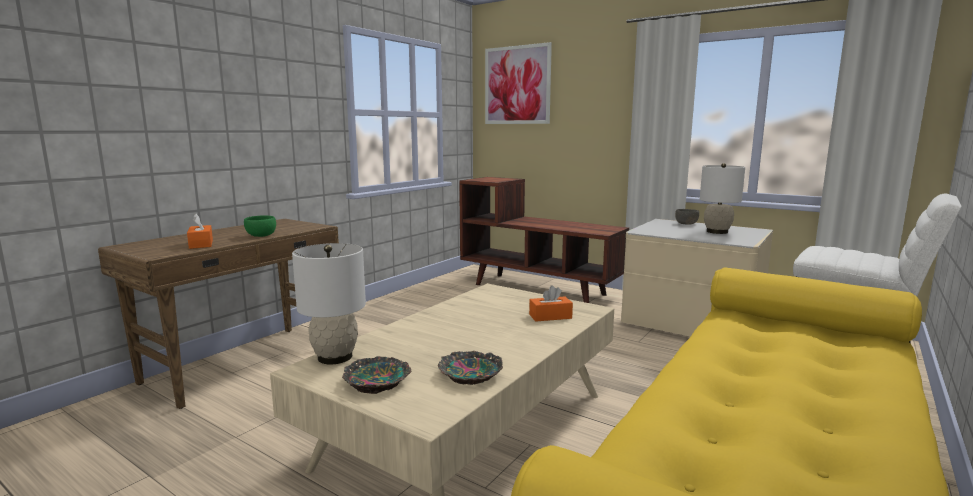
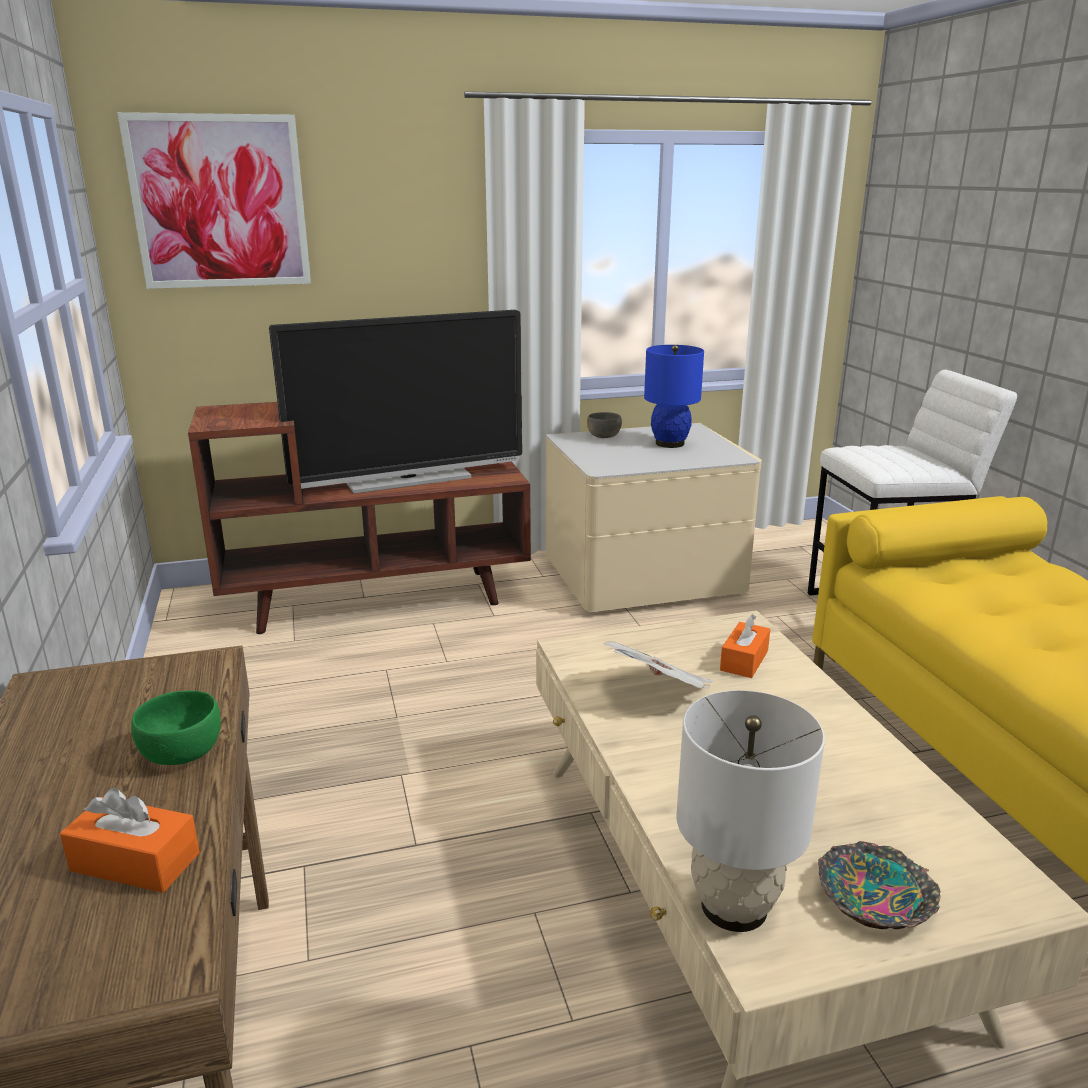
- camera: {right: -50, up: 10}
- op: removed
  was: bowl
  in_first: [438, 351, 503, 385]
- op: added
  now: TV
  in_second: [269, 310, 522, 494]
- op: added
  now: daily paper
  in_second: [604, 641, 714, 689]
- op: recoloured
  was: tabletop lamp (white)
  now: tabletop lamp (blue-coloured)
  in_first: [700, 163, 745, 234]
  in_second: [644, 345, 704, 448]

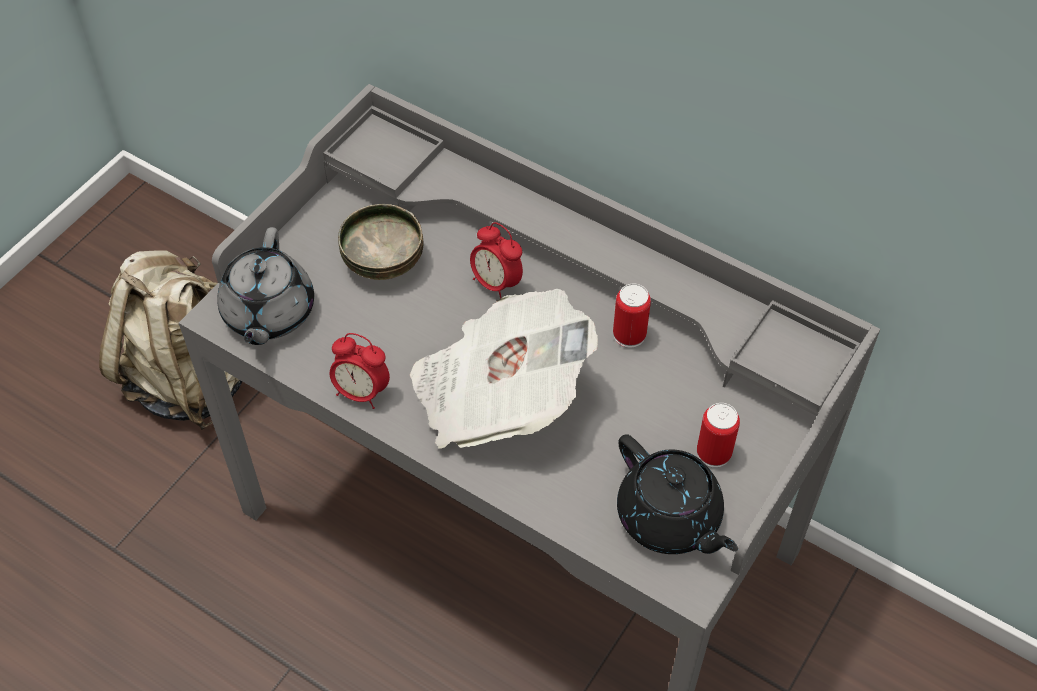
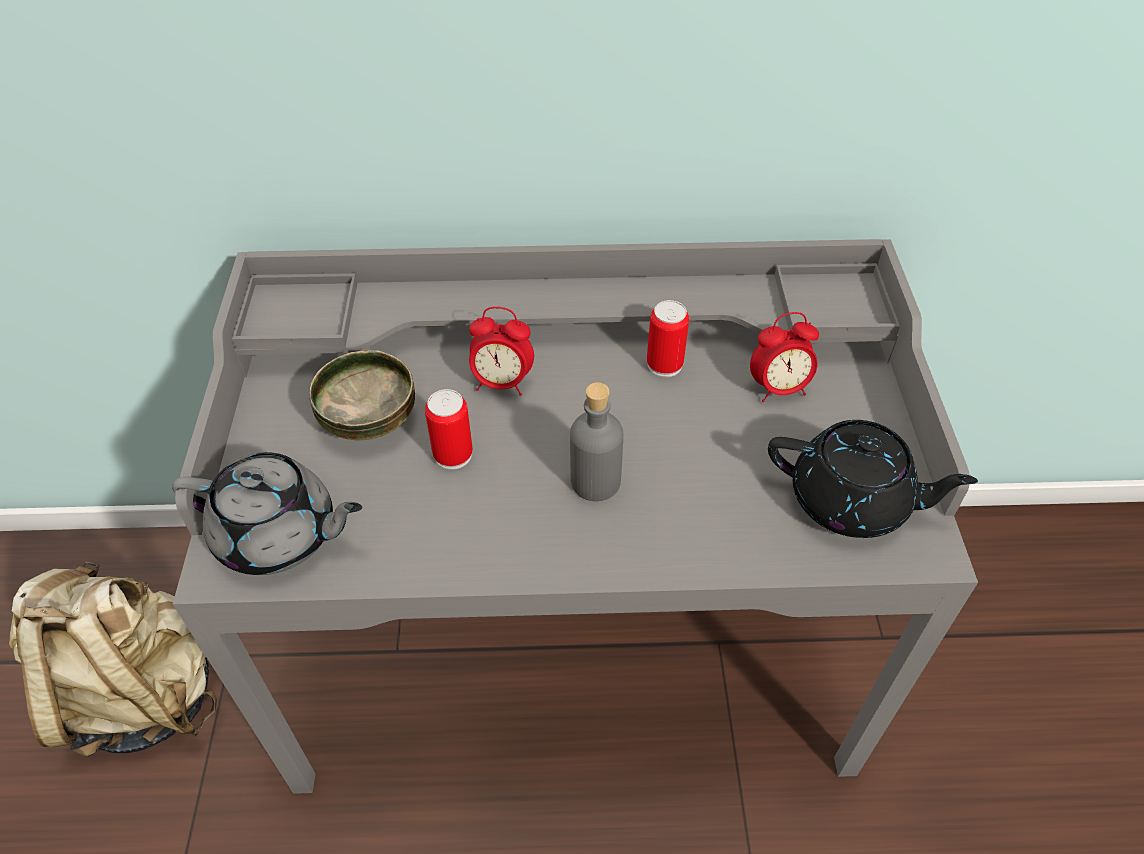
- camera: {right: -35, up: -5}
- op: moved
  was: alarm clock
  in_first: [330, 333, 390, 409]
  in_second: [750, 312, 819, 402]
- op: moved
  was: sealed can
  in_first: [697, 403, 740, 468]
  in_second: [425, 389, 473, 470]
- op: replaced
  was: daily paper
  now: beverage bottle (gray)
  in_first: [410, 289, 598, 449]
  in_second: [570, 382, 623, 501]
- op: turned
  was: pot for tea (gray)
  in_first: [217, 227, 314, 345]
  in_second: [172, 452, 362, 575]
  clockwise: -45

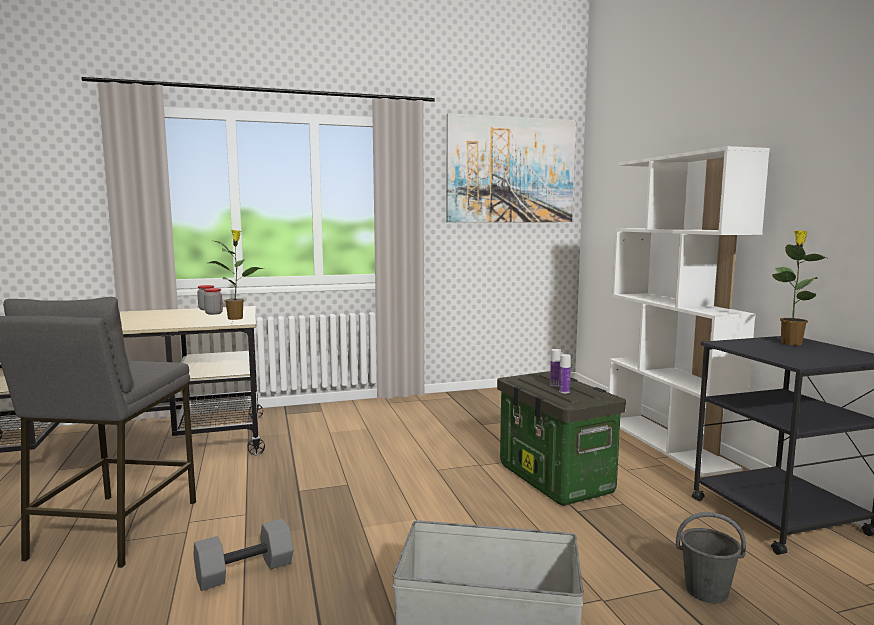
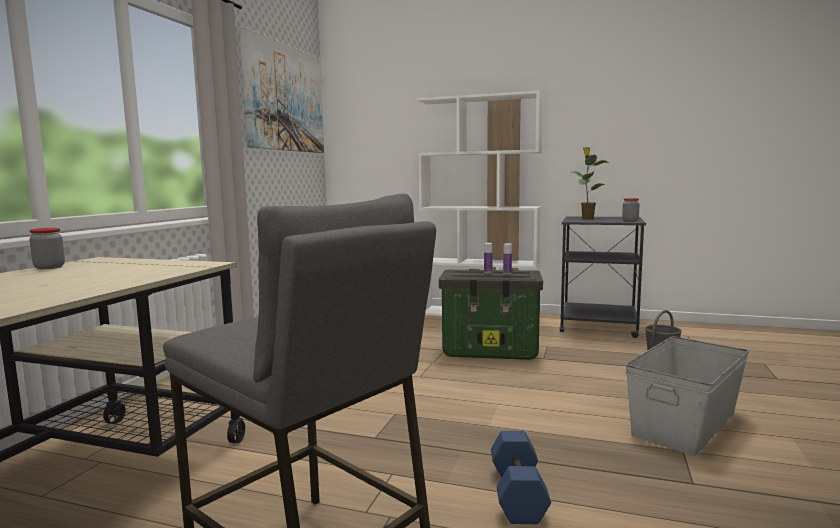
- camera: {right: -55, up: 0}
- op: removed
  was: houseplant
  in_first: [209, 230, 264, 320]
- op: moved
  was: jar
  in_first: [204, 288, 223, 315]
  in_second: [622, 198, 640, 222]
- op: recoloured
  was: hand weight (gray)
  now: hand weight (blue-coloured)
  in_first: [193, 519, 293, 591]
  in_second: [491, 431, 551, 524]

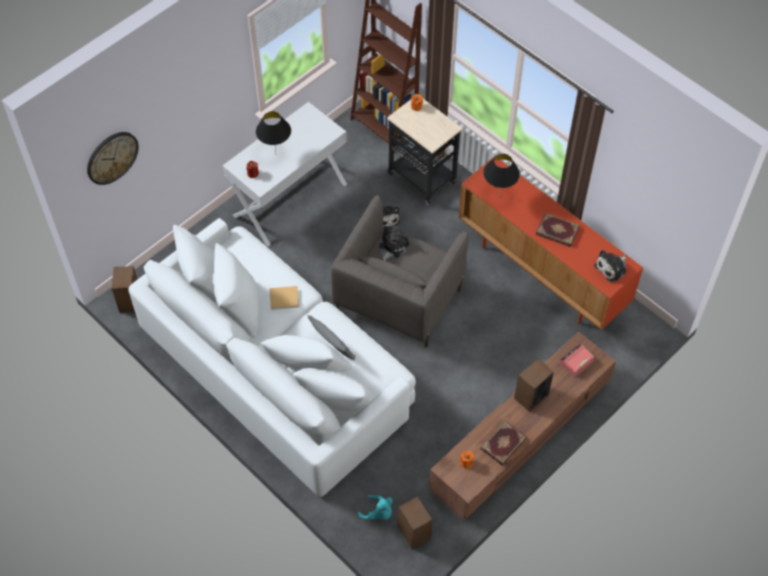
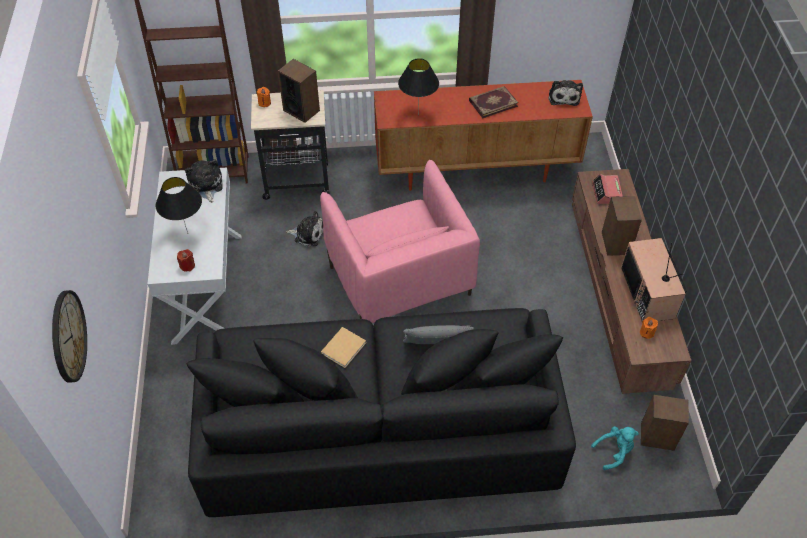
- camera: {right: -50, up: -5}
- op: moved
  was: loudspeaker
  in_first: [112, 266, 137, 313]
  in_second: [278, 59, 320, 123]
- op: moved
  was: cuddly toy
  in_first: [379, 226, 410, 260]
  in_second: [185, 159, 223, 203]
- op: replaced
  was: book
  now: TV
  in_first: [481, 420, 527, 465]
  in_second: [621, 238, 687, 321]
- op: recoloured
  was: sofa (white)
  now: sofa (black-coloured)
  in_first: [128, 218, 416, 497]
  in_second: [187, 308, 576, 517]
- op: recoloured
  was: lounge chair (gray)
  now: lounge chair (pink-coloured)
  in_first: [331, 195, 469, 347]
  in_second: [320, 160, 480, 323]

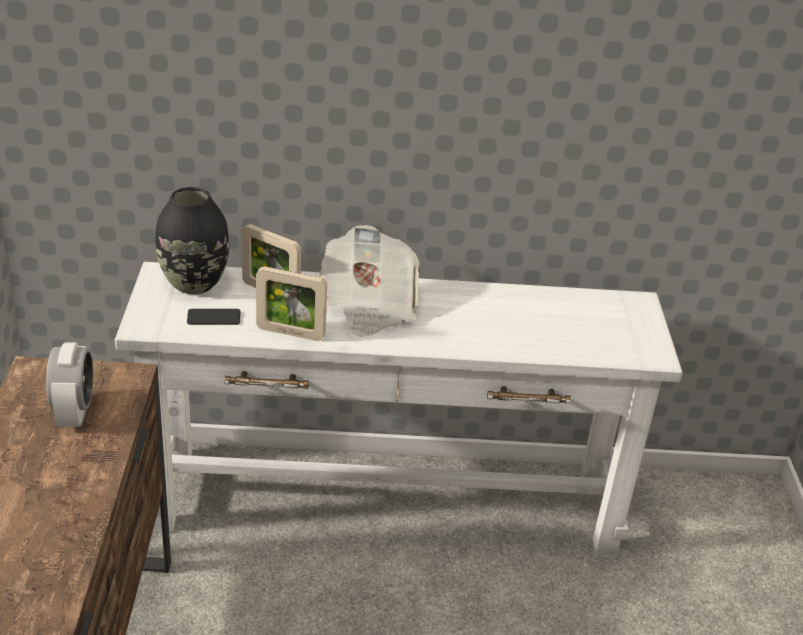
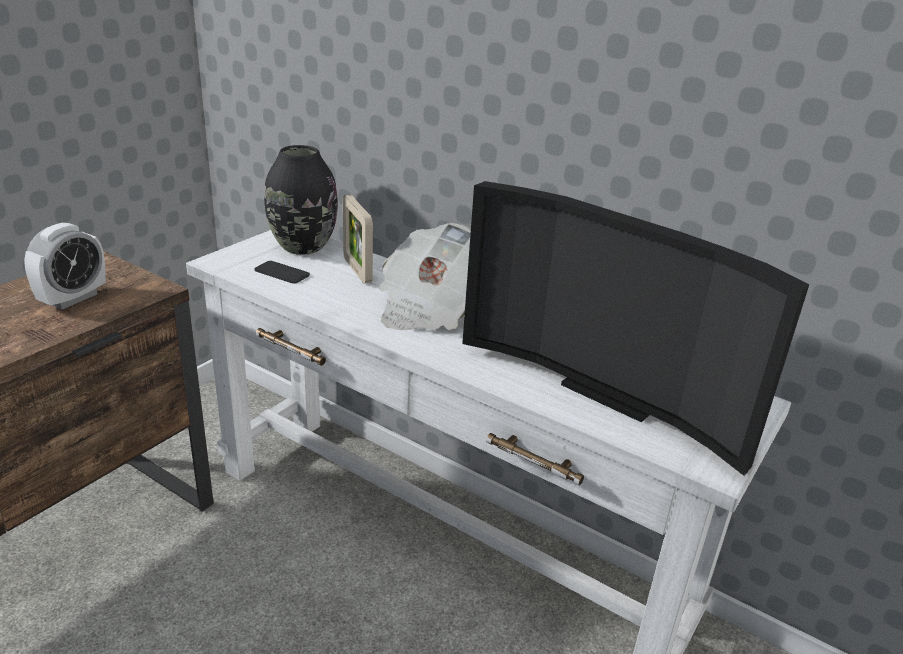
- camera: {right: 35, up: -5}
- op: removed
  was: picture frame
  in_first: [256, 267, 327, 341]
- op: added
  now: TV
  in_second: [462, 181, 809, 476]

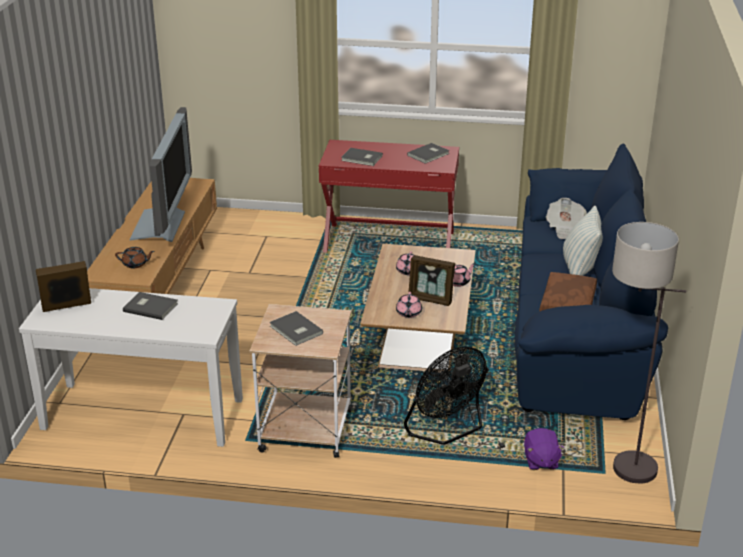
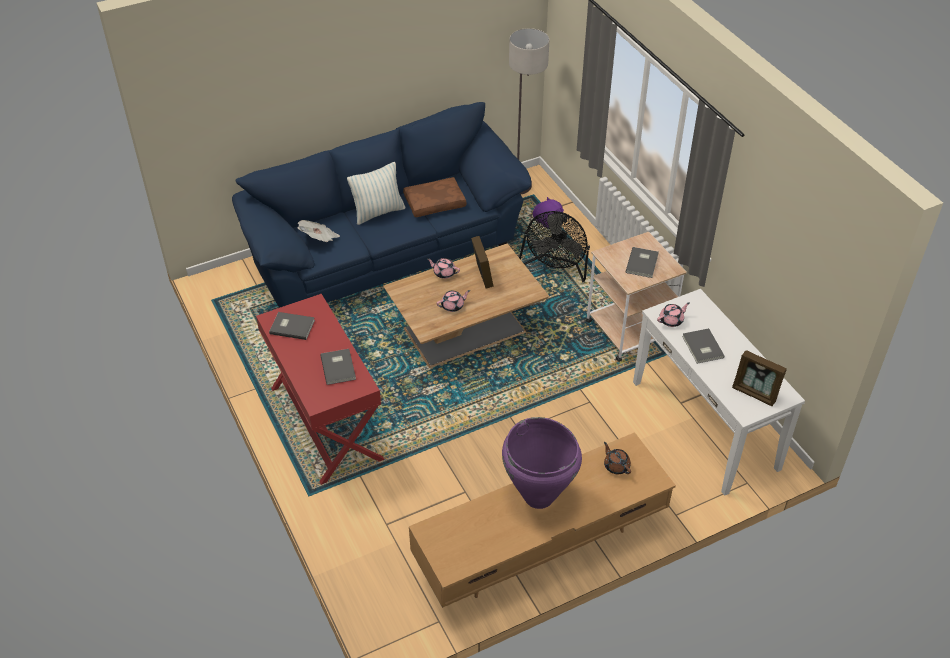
- camera: {right: -125, up: 15}
- op: moved
  was: pot for tea (pink-coloured)
  in_first: [396, 292, 422, 318]
  in_second: [657, 302, 690, 327]
- op: replaced
  was: TV
  now: decorative vase (purple)
  in_first: [130, 107, 192, 242]
  in_second: [502, 417, 582, 509]

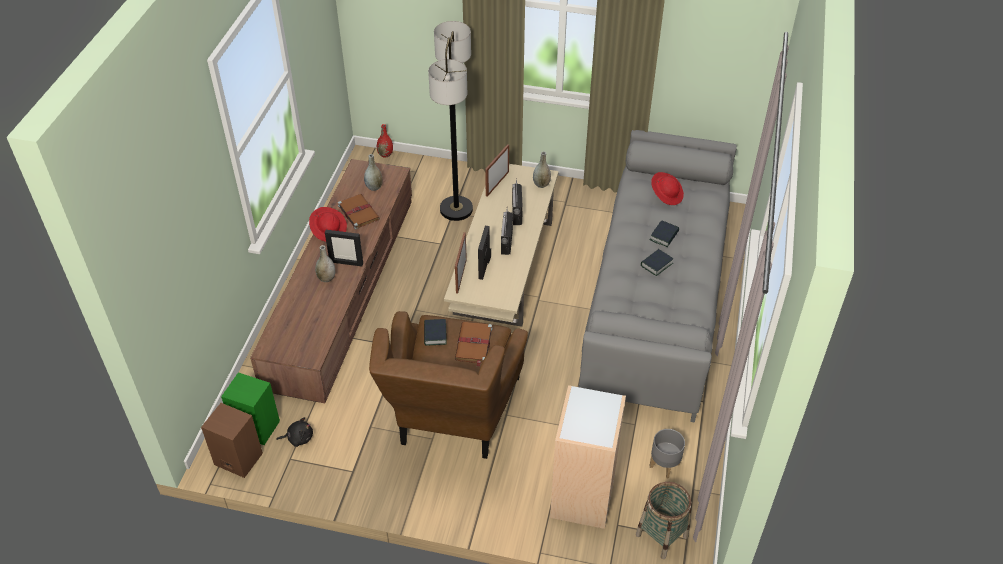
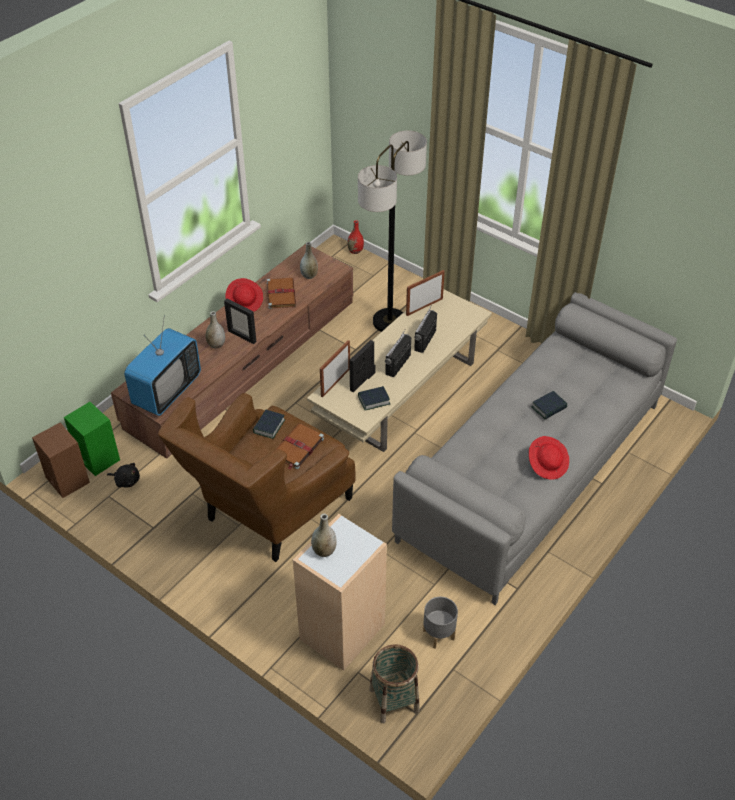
- camera: {right: 25, up: 0}
- op: added
  now: TV
  in_second: [124, 320, 201, 416]
- op: moved
  was: decorative vase (gray)
  in_first: [533, 151, 551, 188]
  in_second: [311, 514, 337, 557]
- op: moved
  was: book
  in_first: [641, 249, 673, 276]
  in_second: [358, 386, 390, 410]
- op: moved
  was: clothing hat (reddish)
  in_first: [651, 172, 684, 205]
  in_second: [529, 436, 569, 480]

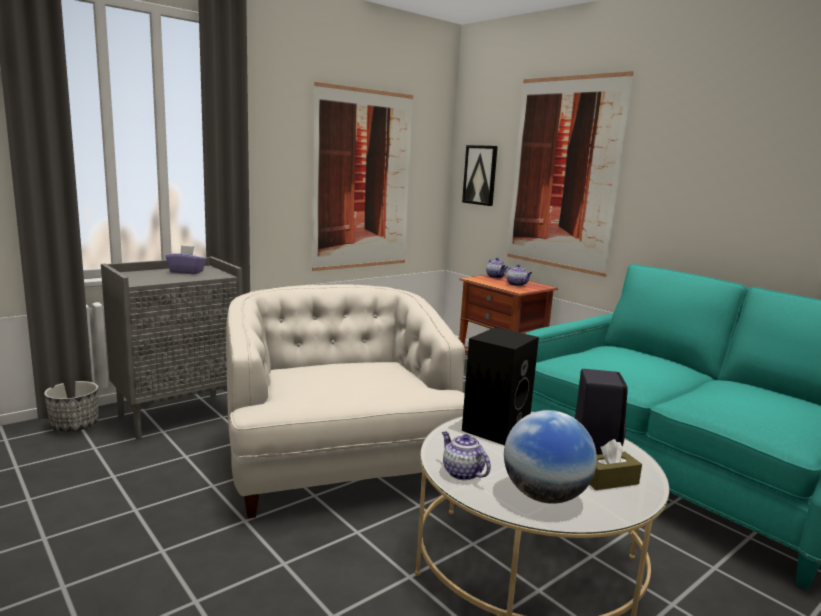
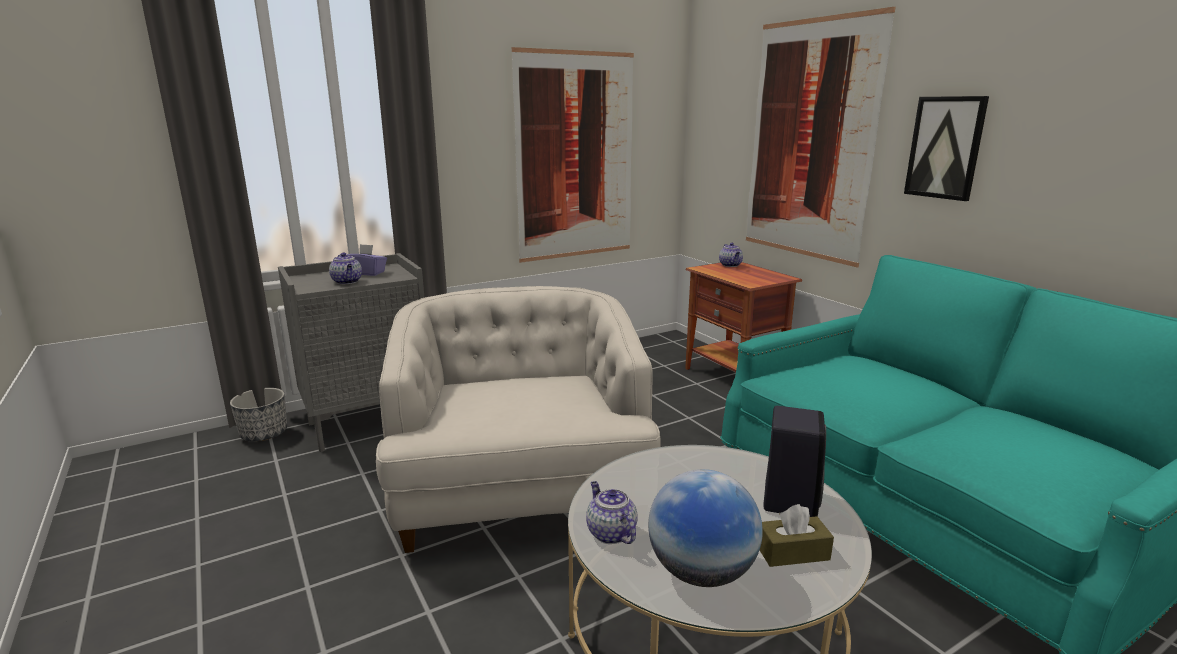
- camera: {right: 10, up: 5}
- op: removed
  was: loudspeaker (black-coloured)
  in_first: [462, 327, 539, 445]
- op: moved
  was: wall picture
  in_first: [462, 145, 498, 206]
  in_second: [904, 96, 989, 201]
- op: moved
  was: pot for tea
  in_first: [504, 264, 532, 286]
  in_second: [329, 253, 362, 284]

